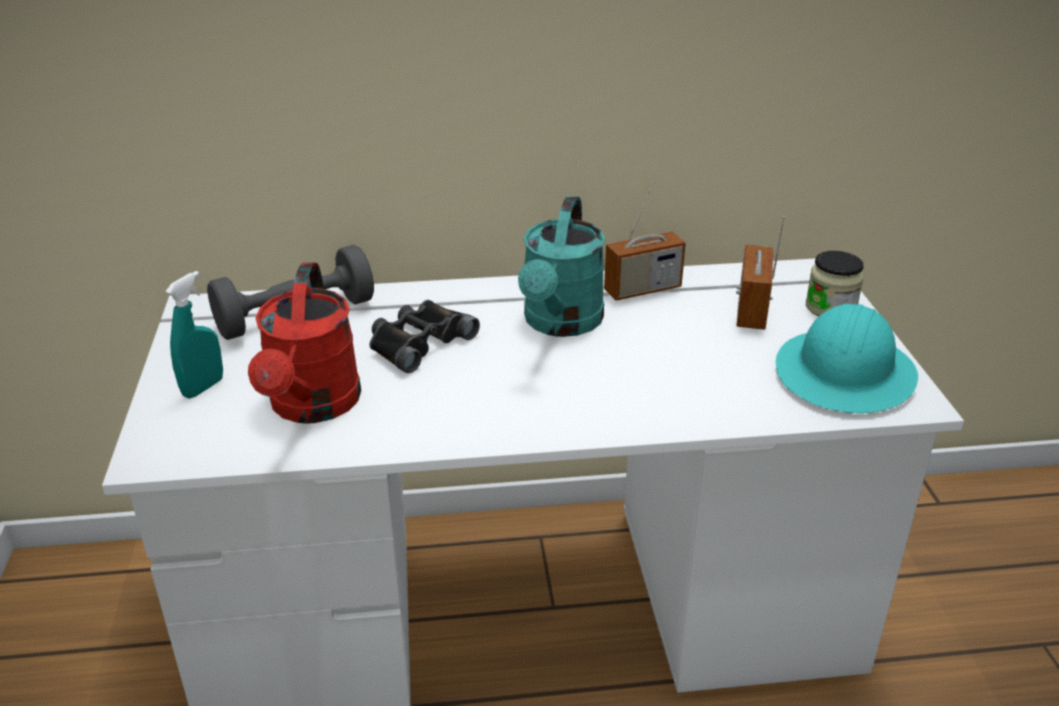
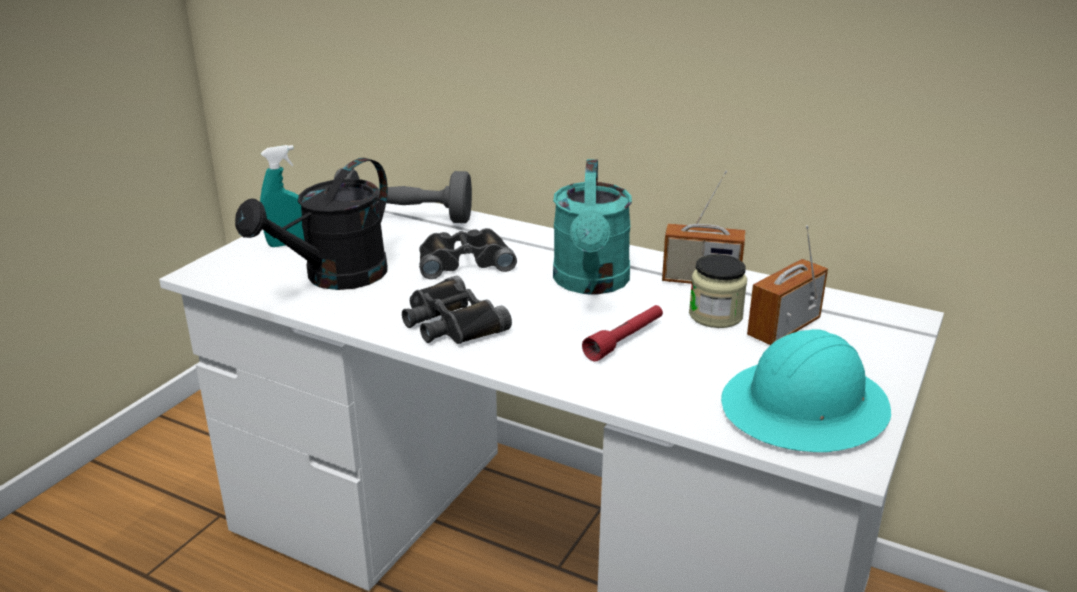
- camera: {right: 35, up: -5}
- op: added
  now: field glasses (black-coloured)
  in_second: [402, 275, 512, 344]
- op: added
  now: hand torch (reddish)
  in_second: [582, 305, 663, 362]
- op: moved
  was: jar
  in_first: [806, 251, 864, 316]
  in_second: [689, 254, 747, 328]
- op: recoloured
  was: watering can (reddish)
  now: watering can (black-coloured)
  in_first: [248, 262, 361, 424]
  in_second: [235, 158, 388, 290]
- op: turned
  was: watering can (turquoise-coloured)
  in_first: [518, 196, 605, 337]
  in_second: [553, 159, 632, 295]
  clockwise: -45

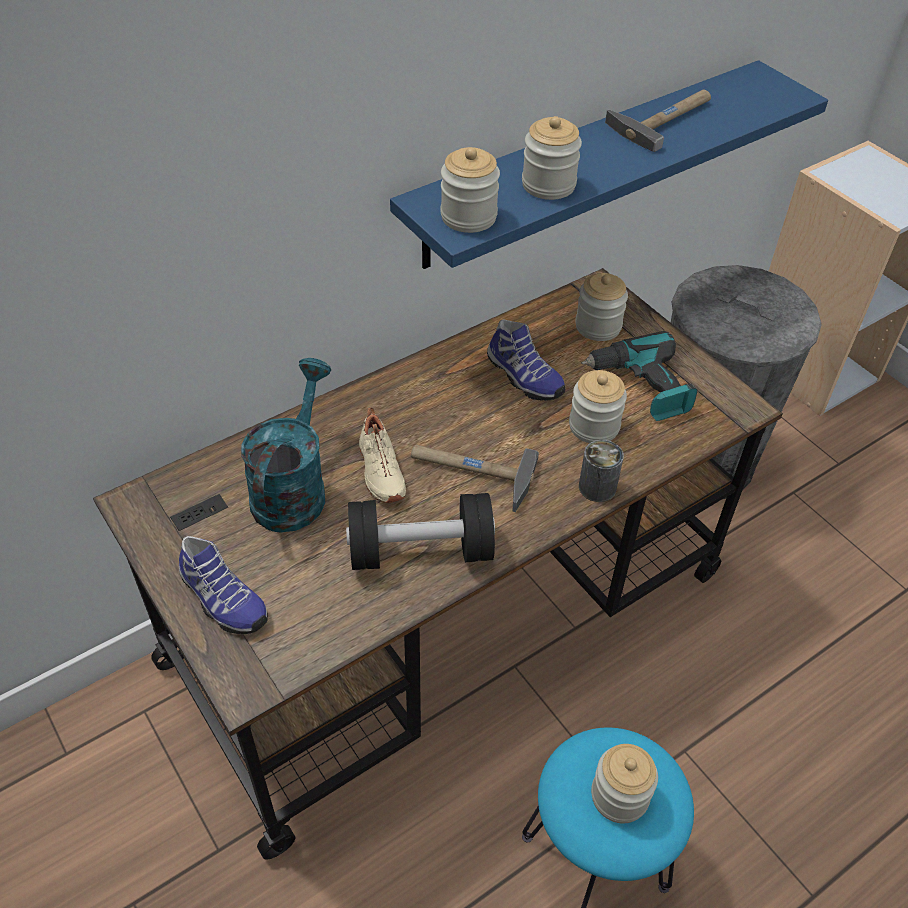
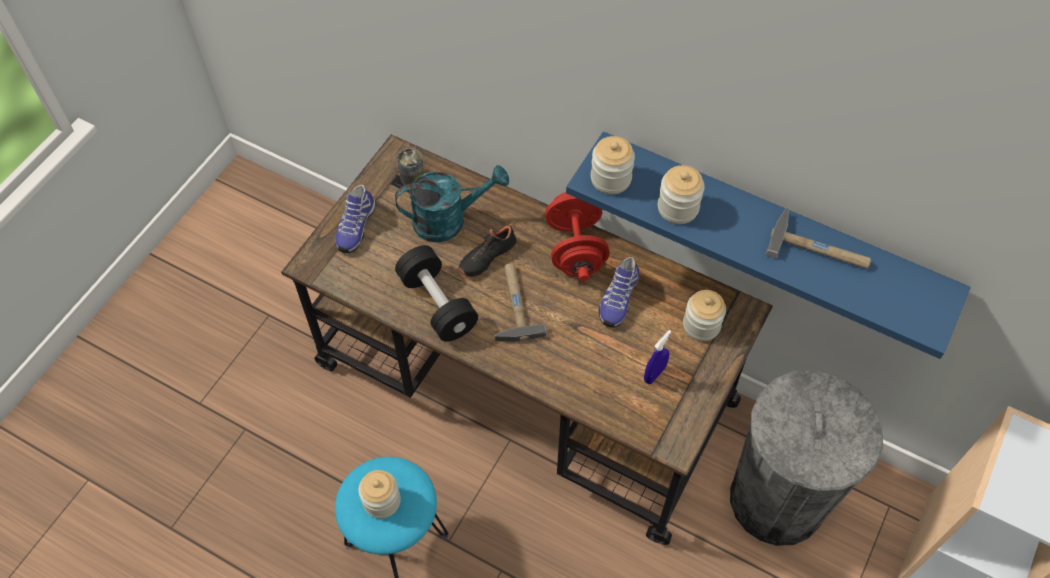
- camera: {right: 65, up: 10}
- op: removed
  was: jar
  in_first: [569, 370, 627, 443]
- op: added
  now: hand weight (reddish)
  in_second: [545, 192, 610, 281]
- op: moved
  was: sealed can
  in_first: [579, 440, 624, 502]
  in_second: [397, 148, 424, 185]
- op: replaced
  was: electric drill
  now: sprayer (blue-coloured)
  in_first: [581, 331, 697, 421]
  in_second: [644, 330, 671, 384]
- op: recoloured
  was: item of footwear (beige)
  now: item of footwear (black-coloured)
  in_first: [359, 408, 406, 503]
  in_second: [459, 223, 516, 277]

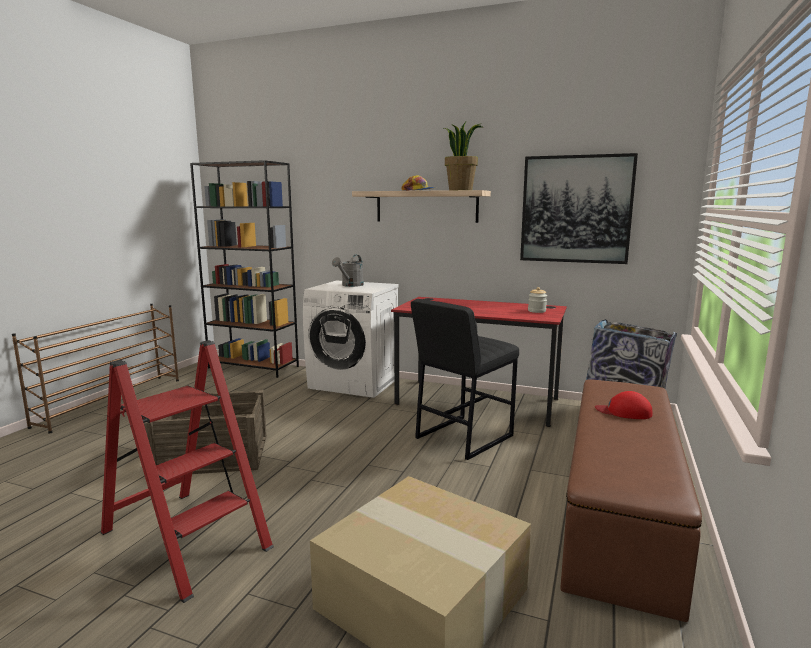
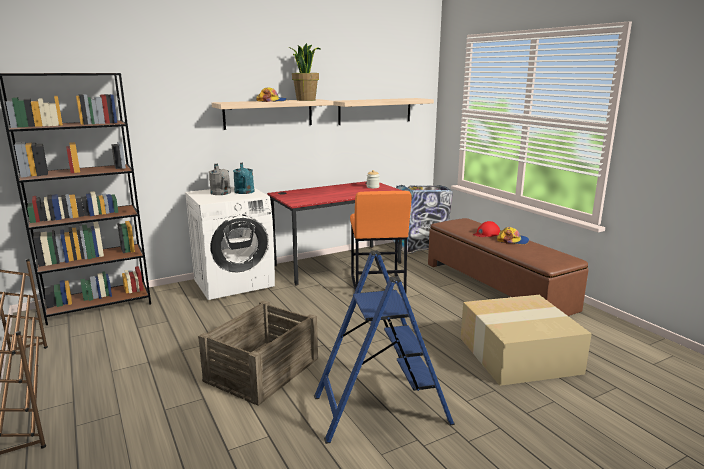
- camera: {right: -50, up: 5}
- op: added
  now: watering can (turquoise-coloured)
  in_second: [233, 163, 255, 194]
- op: added
  now: peaked cap
  in_second: [497, 227, 529, 244]
- op: replaced
  was: wall picture
  now: wall shelf
  in_first: [520, 153, 638, 264]
  in_second: [333, 98, 434, 125]
- op: recoloured
  was: stepladder (reddish)
  now: stepladder (blue-coloured)
  in_first: [101, 340, 274, 603]
  in_second: [314, 250, 455, 444]
- op: recoloured
  was: plain chair (black-coloured)
  now: plain chair (orangey)
  in_first: [411, 299, 519, 460]
  in_second: [350, 191, 412, 293]

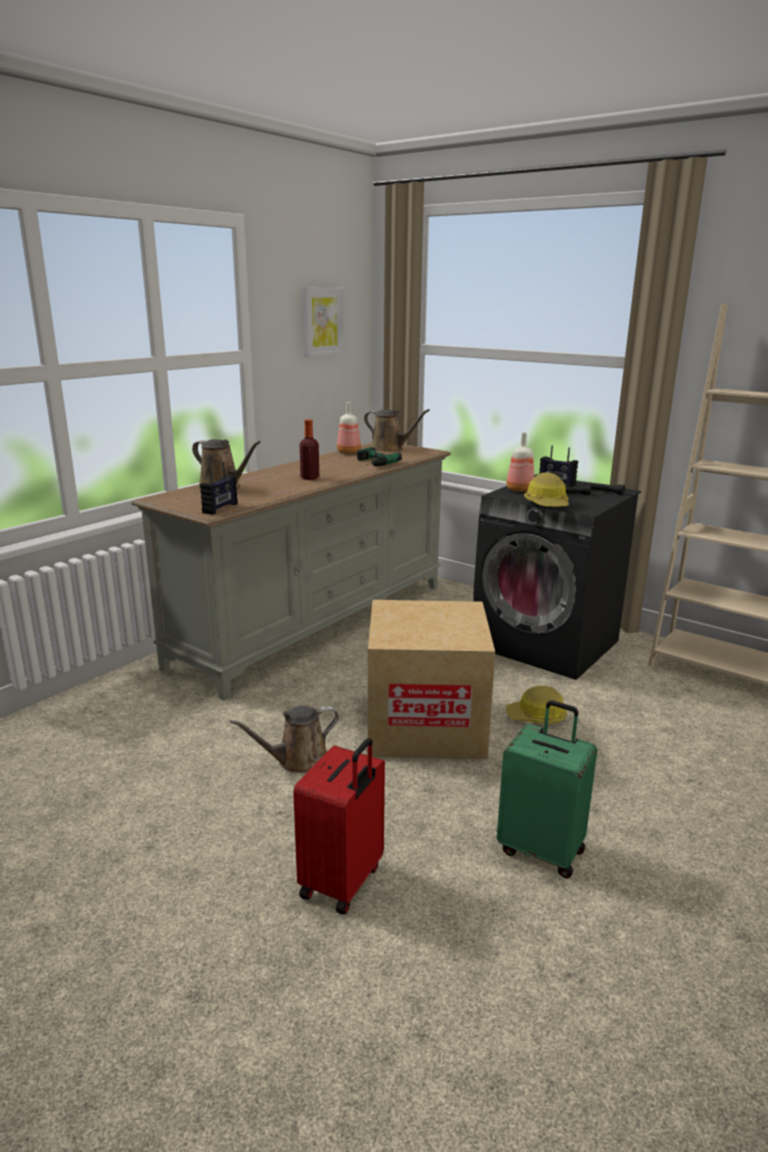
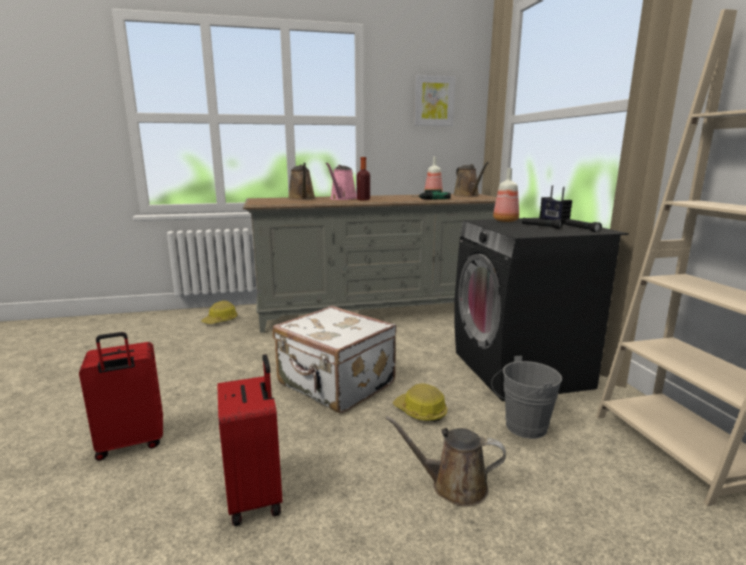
- camera: {right: 40, up: -5}
- op: removed
  was: radio
  in_first: [200, 462, 238, 515]
- op: added
  now: watering can (pink-coloured)
  in_second: [326, 163, 357, 200]
- op: added
  now: bucket (gray)
  in_second: [491, 356, 562, 439]
- op: moved
  was: watering can (brown-coloured)
  in_first: [230, 705, 339, 773]
  in_second: [386, 416, 506, 507]
- op: moved
  was: work helmet
  in_first: [524, 472, 569, 507]
  in_second: [201, 301, 238, 324]
- op: replaced
  was: carton
  now: piece of luggage (white)
  in_first: [368, 600, 495, 759]
  in_second: [273, 306, 396, 413]
- op: recoloured
  was: piece of luggage (green-coloured)
  now: piece of luggage (reddish)
  in_first: [497, 700, 597, 878]
  in_second: [217, 354, 283, 526]

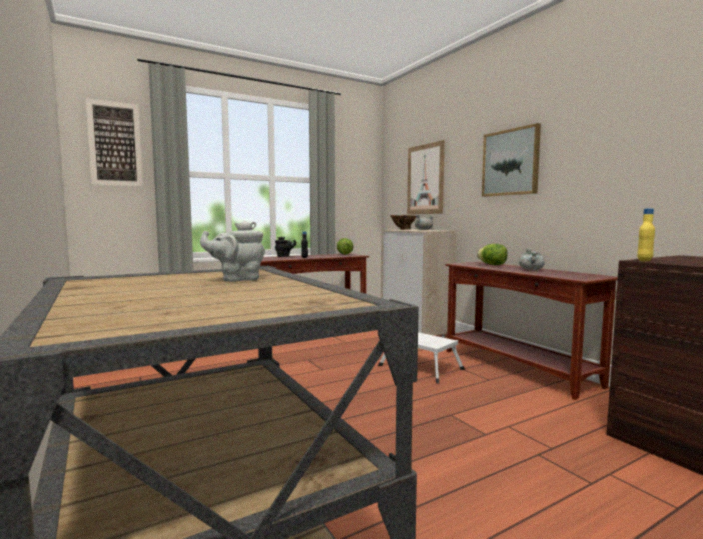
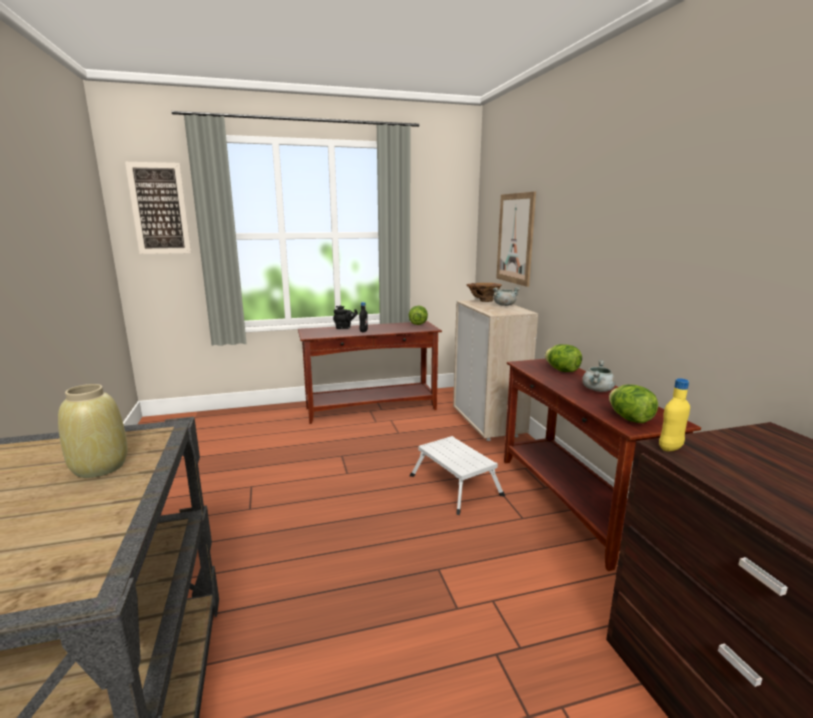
- camera: {right: 15, up: 10}
- op: removed
  was: wall picture
  in_first: [482, 123, 541, 197]
- op: added
  now: lettuce head
  in_second: [609, 384, 658, 423]
- op: replaced
  was: pot for tea (gray)
  now: decorative vase (beige)
  in_first: [200, 221, 265, 282]
  in_second: [58, 384, 128, 478]

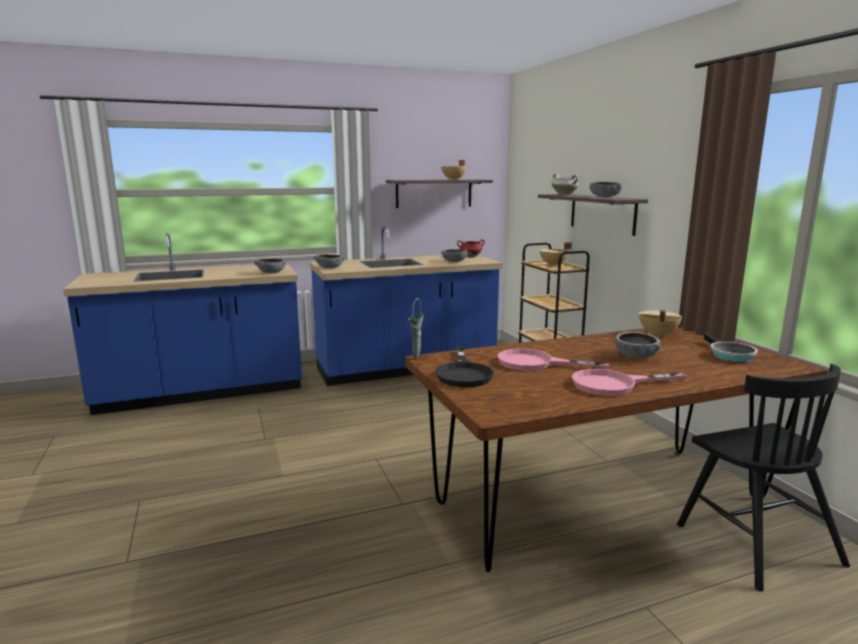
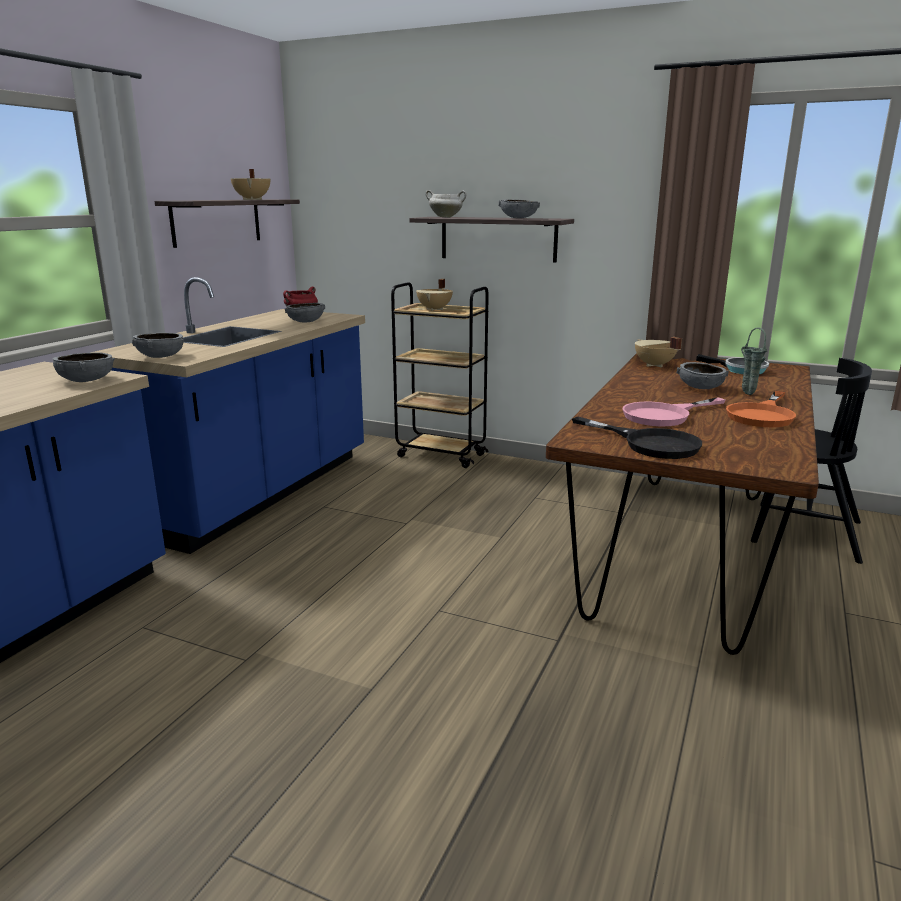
- camera: {right: -45, up: 5}
- op: moved
  was: decorative vase (green-coloured)
  in_first: [408, 298, 424, 359]
  in_second: [741, 327, 768, 395]
- op: recoloured
  was: skillet (pink-coloured)
  now: skillet (orangey)
  in_first: [572, 369, 687, 396]
  in_second: [726, 391, 796, 427]

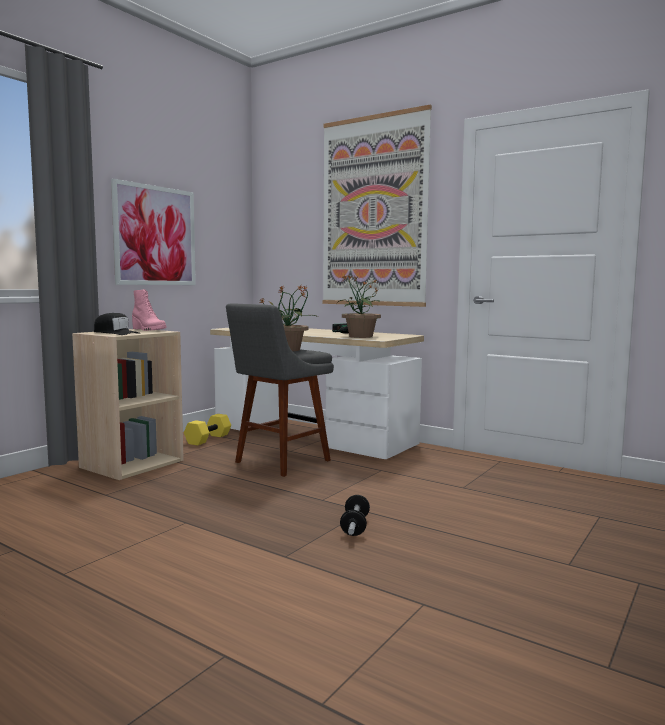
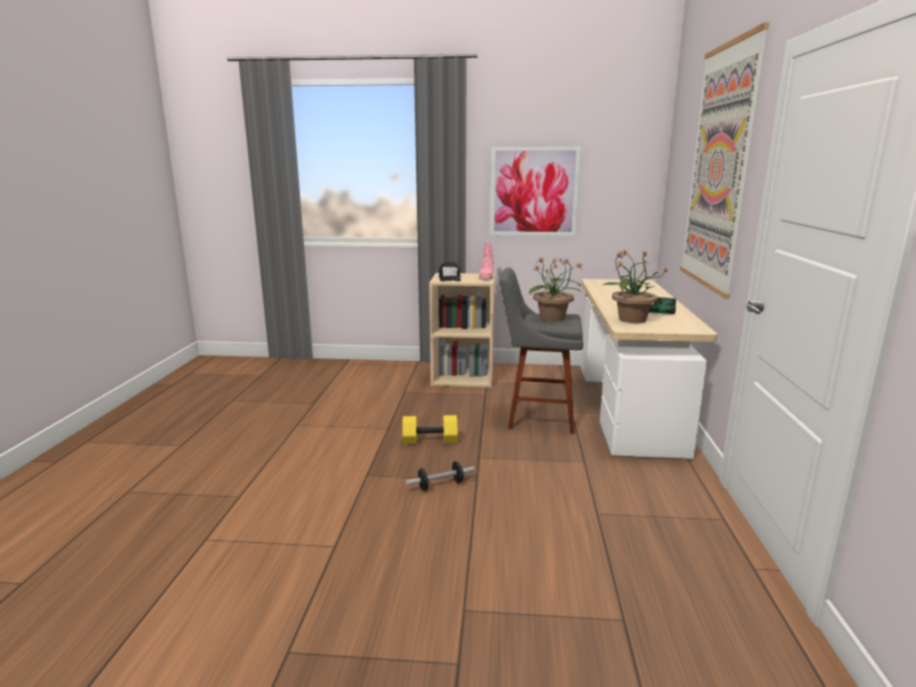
- camera: {right: 60, up: 10}
- op: moved
  was: hand weight (yellow)
  in_first: [184, 414, 231, 446]
  in_second: [402, 415, 458, 444]

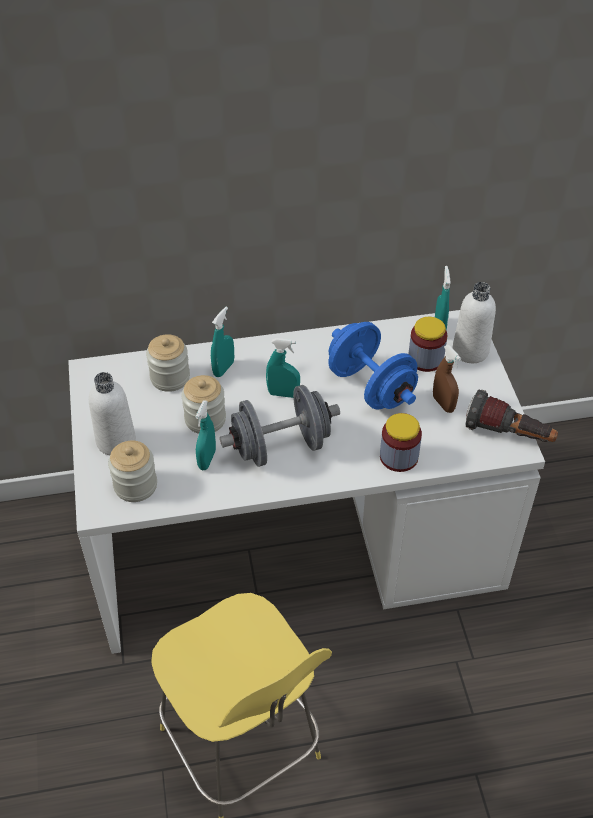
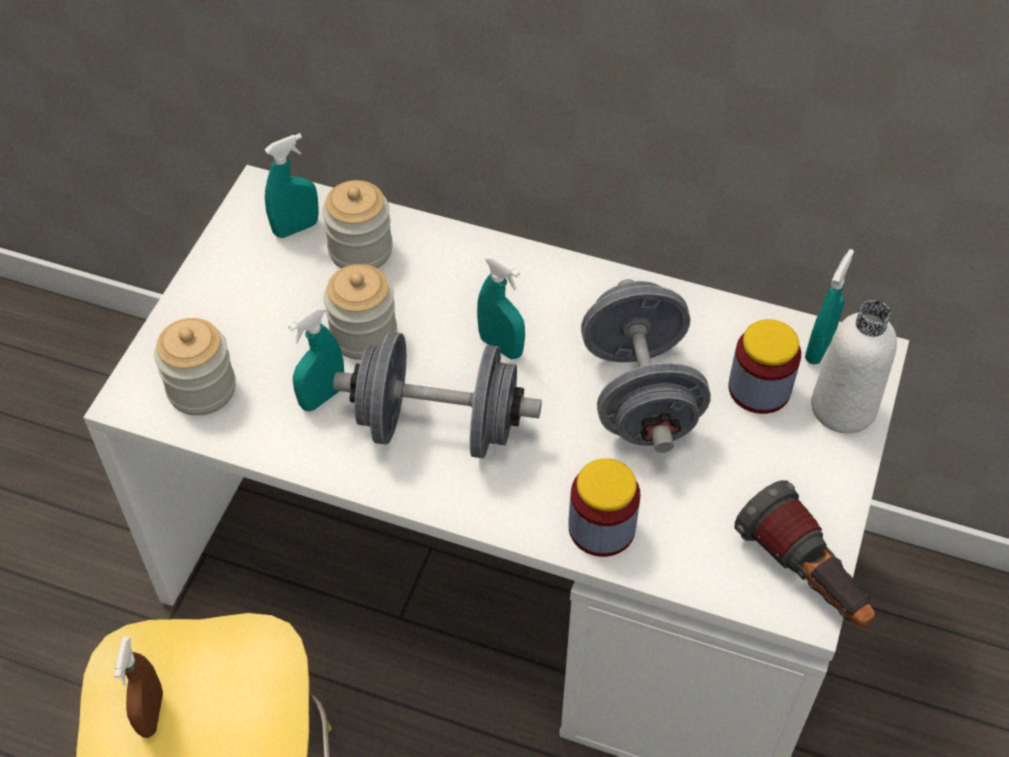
- camera: {right: 30, up: 5}
- op: removed
  was: beverage bottle (white)
  in_first: [89, 372, 136, 455]
- op: moved
  was: sprayer (turquoise-coloured)
  in_first: [211, 307, 234, 377]
  in_second: [265, 133, 319, 238]
- op: moved
  was: sprayer (brown-coloured)
  in_first: [433, 345, 461, 413]
  in_second: [114, 637, 163, 738]
- op: recoloured
  was: hand weight (blue-coloured)
  now: hand weight (gray)
  in_first: [329, 322, 418, 410]
  in_second: [581, 279, 711, 453]

